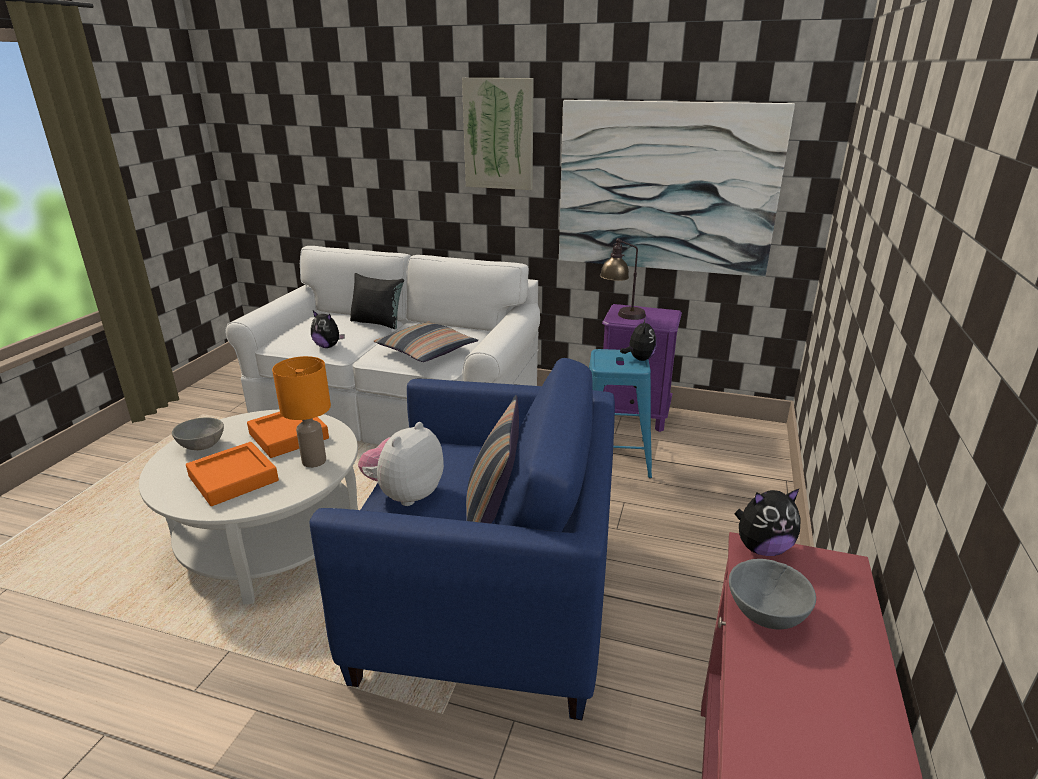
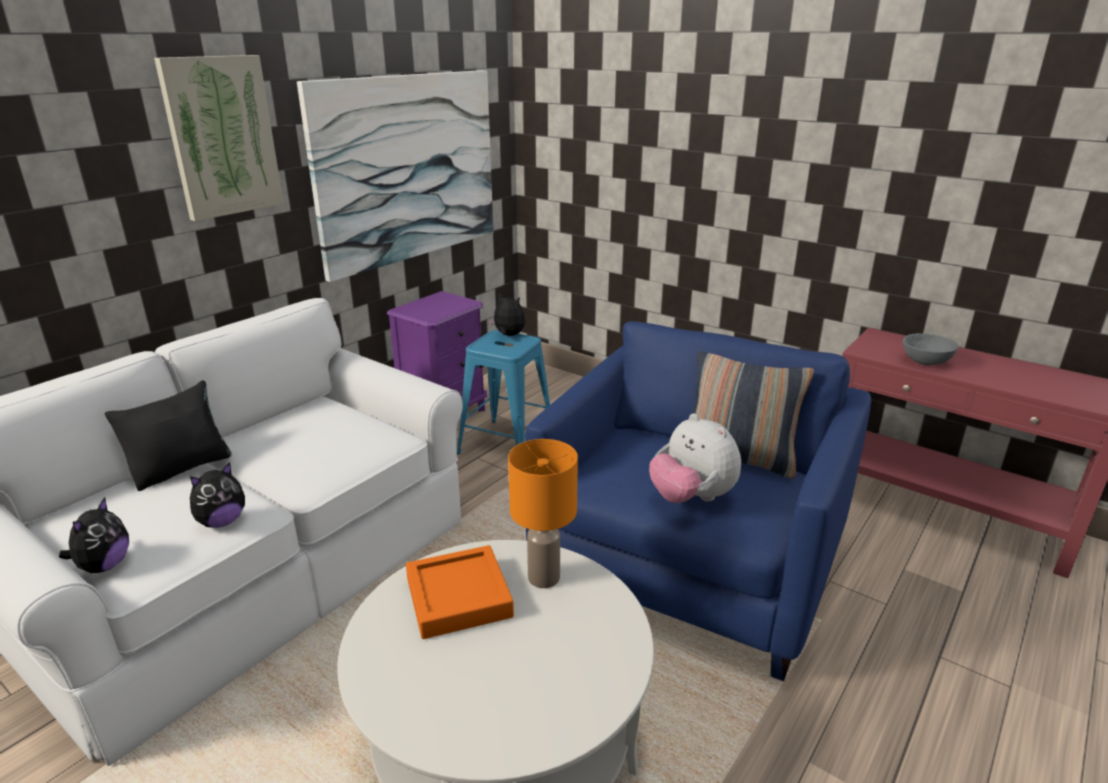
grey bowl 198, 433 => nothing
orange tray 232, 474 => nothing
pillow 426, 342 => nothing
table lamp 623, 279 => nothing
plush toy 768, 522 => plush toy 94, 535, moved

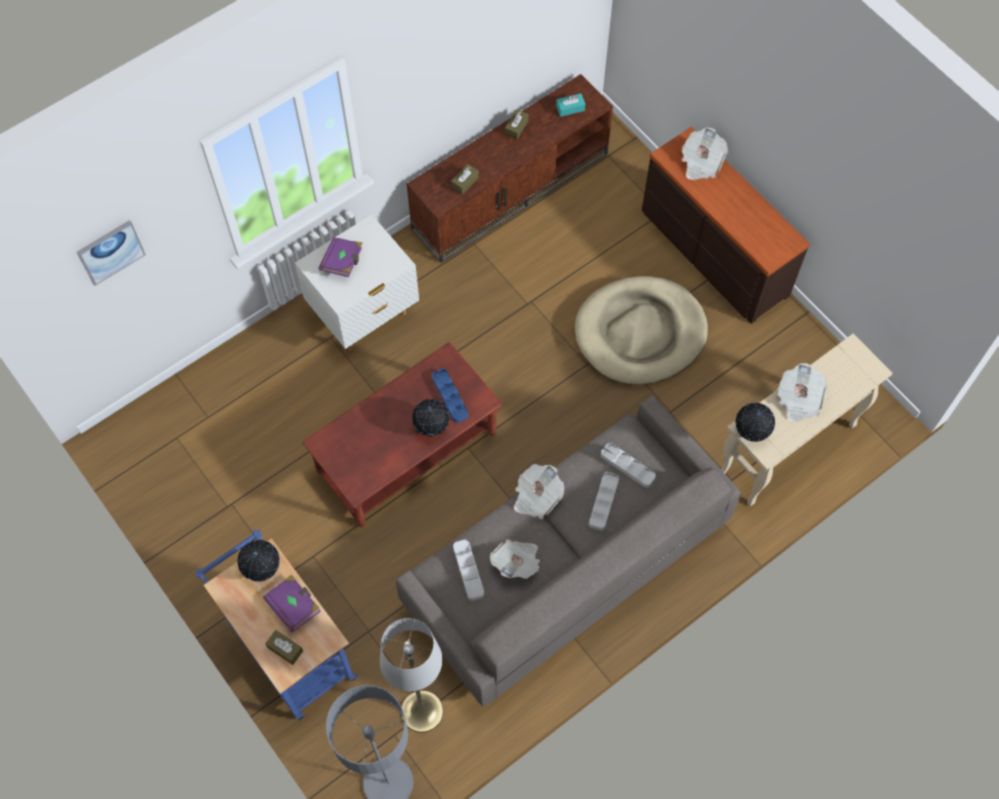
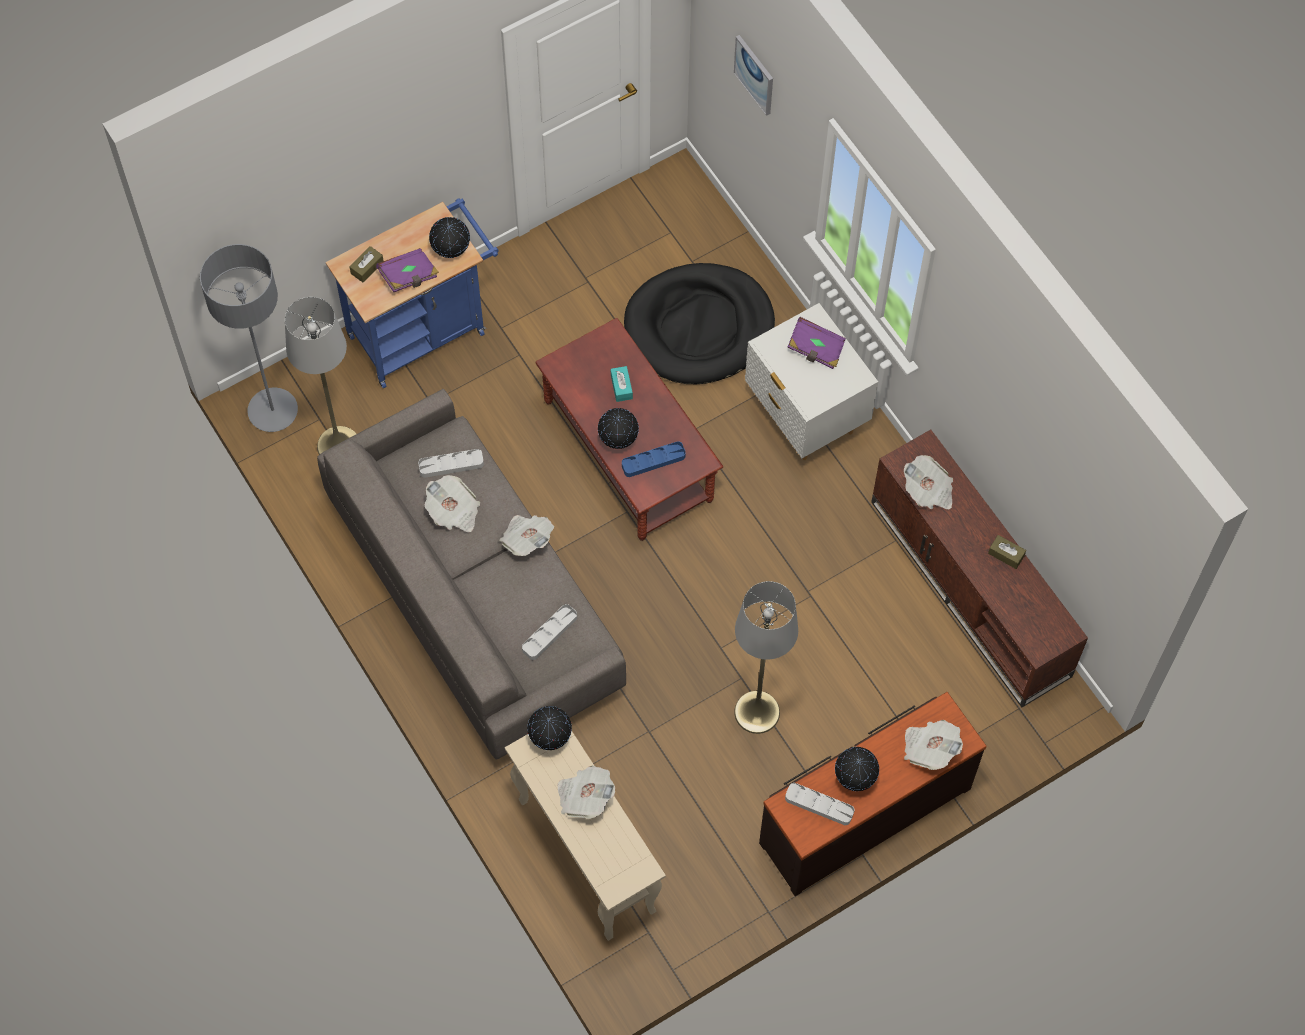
nothing => black dog bed 699, 323
nothing => globe 857, 769
turquoise tissue box 570, 105 => turquoise tissue box 622, 384, moved
grey tray 604, 501 => grey tray 819, 804, moved
brown tissue box 465, 179 => newspaper 928, 482
beige dog bed 641, 330 => grey floor lamp 766, 657

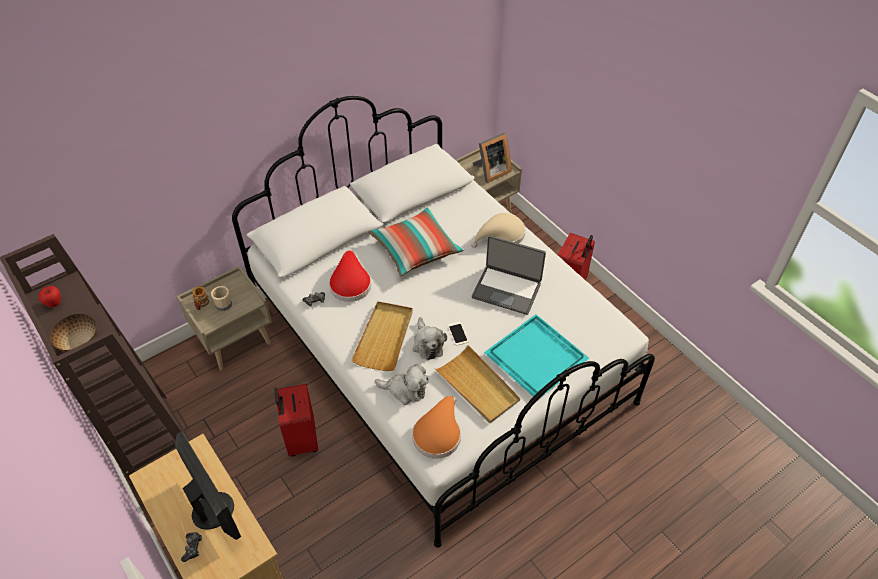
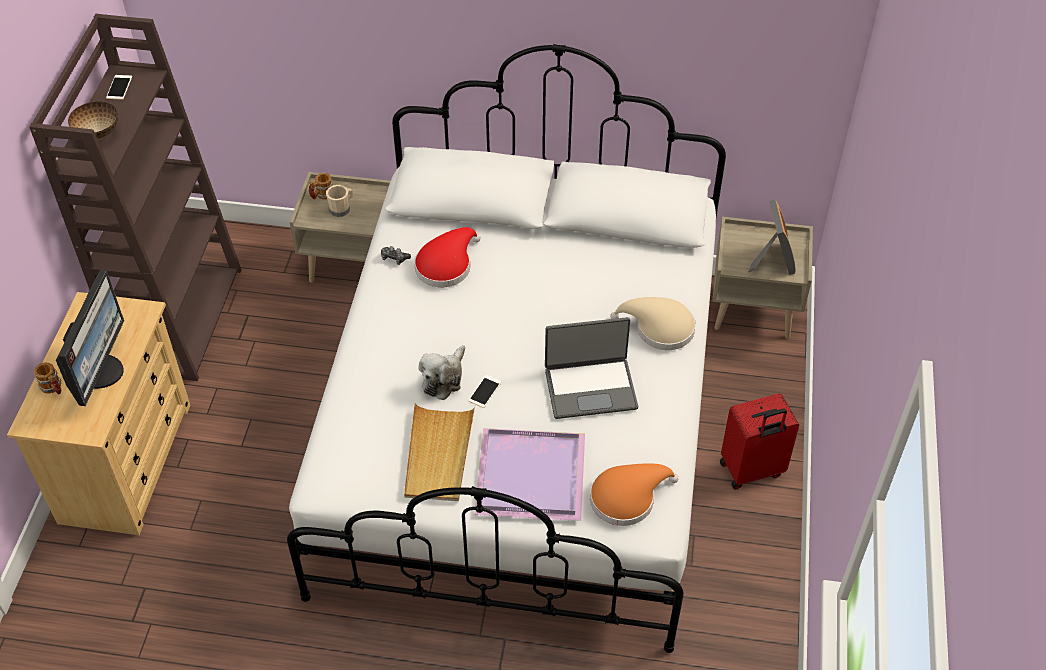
red suitcase 296, 420 => nothing
beige tray 382, 336 => nothing
pillow 416, 241 => nothing
plush toy 401, 384 => nothing
orange hat 436, 427 => orange hat 634, 494, moved
apple 50, 296 => phone 119, 87
game controller 191, 547 => mug 47, 378
turquoise tray 536, 356 => purple tray 529, 474
laptop 509, 275 => laptop 591, 368, 75 degrees counterclockwise
picture frame 492, 158 => picture frame 771, 237, 105 degrees counterclockwise

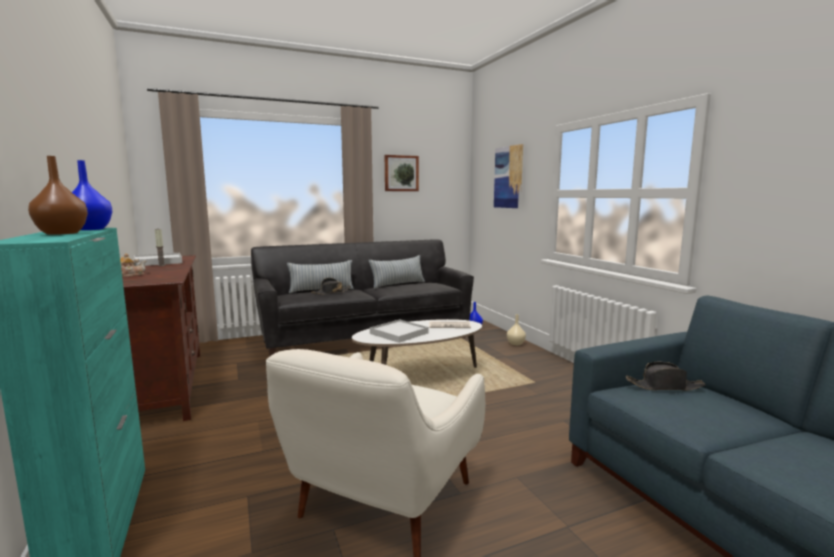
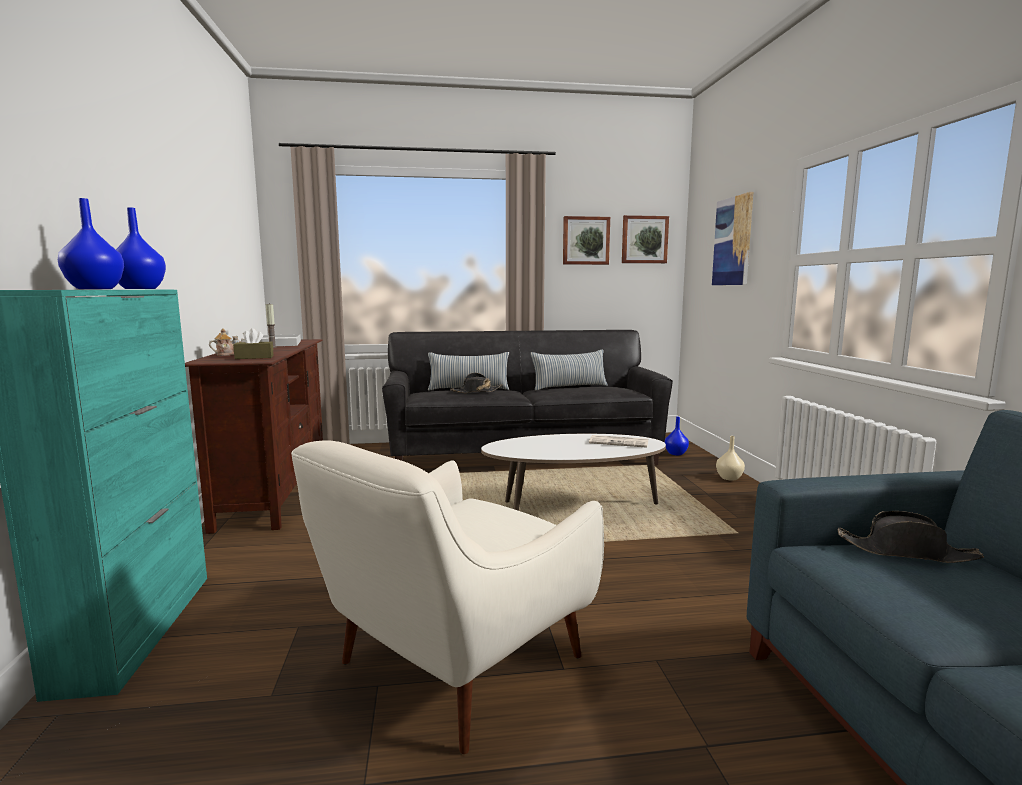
white tray 399, 331 => nothing
nothing => brown tissue box 253, 343
nothing => picture 645, 239
brown vase 58, 195 => blue vase 91, 243

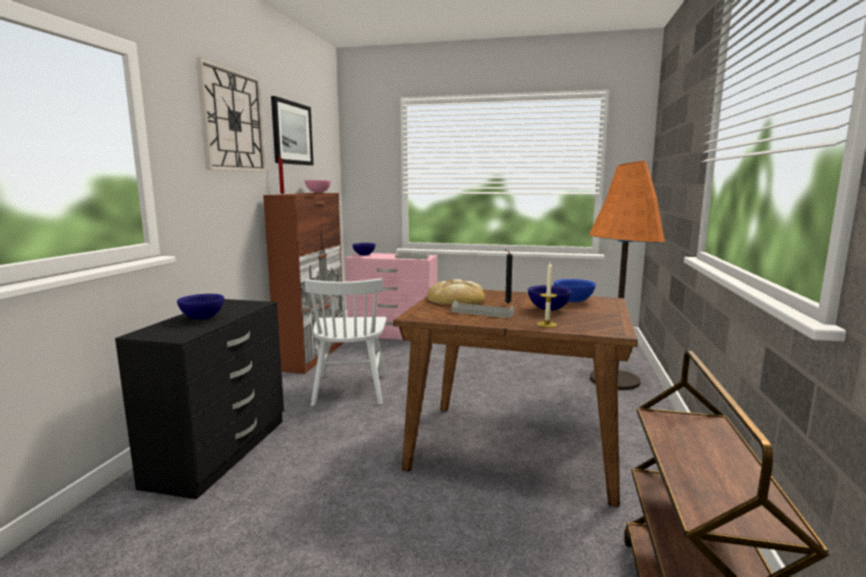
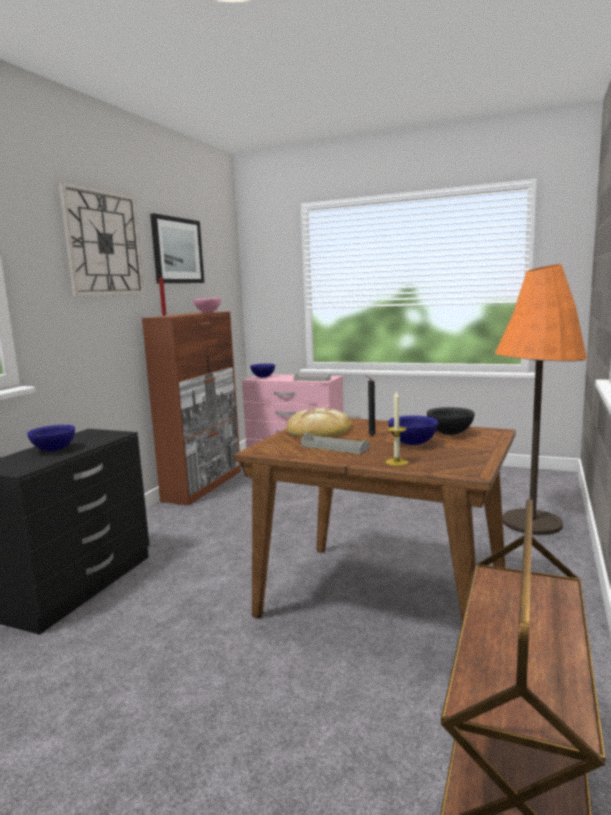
white chair 345, 342 => nothing
blue bowl 575, 291 => black bowl 451, 421

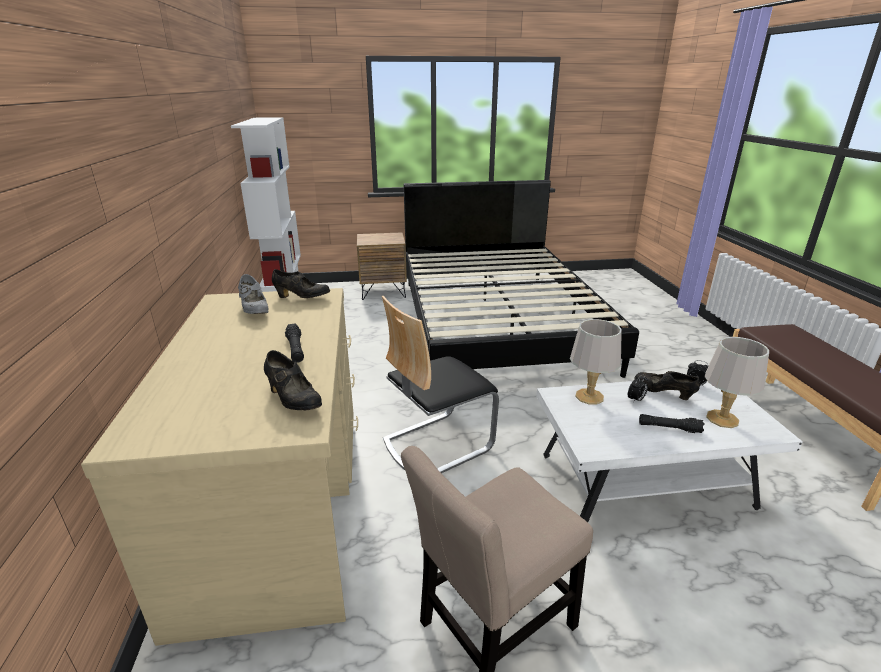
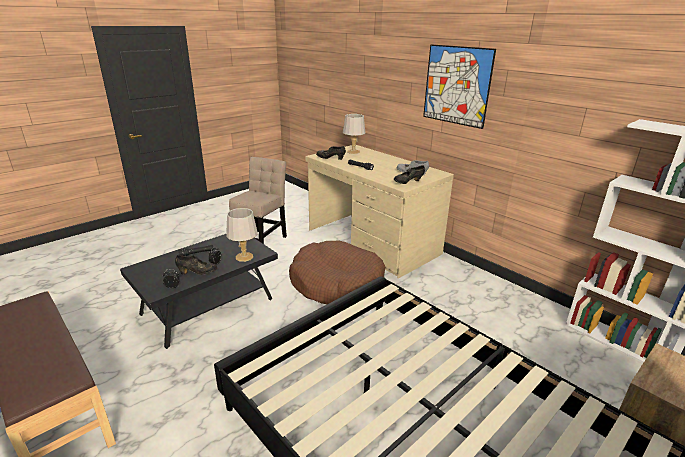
nothing => picture 459, 86
grey table lamp 737, 382 => grey table lamp 354, 134, moved
chair 440, 384 => brown dog bed 337, 272
white coffee table 669, 451 => black coffee table 199, 291

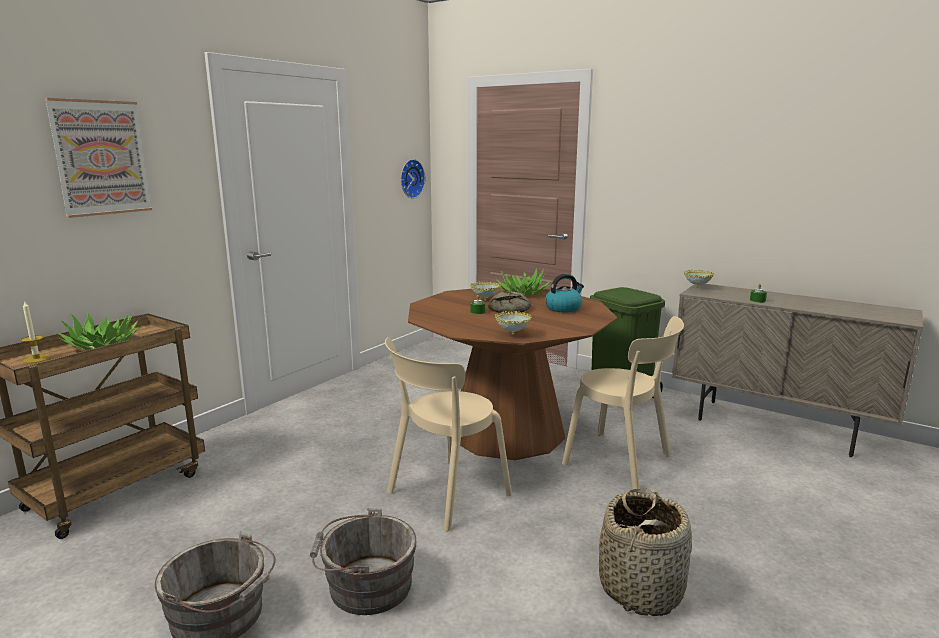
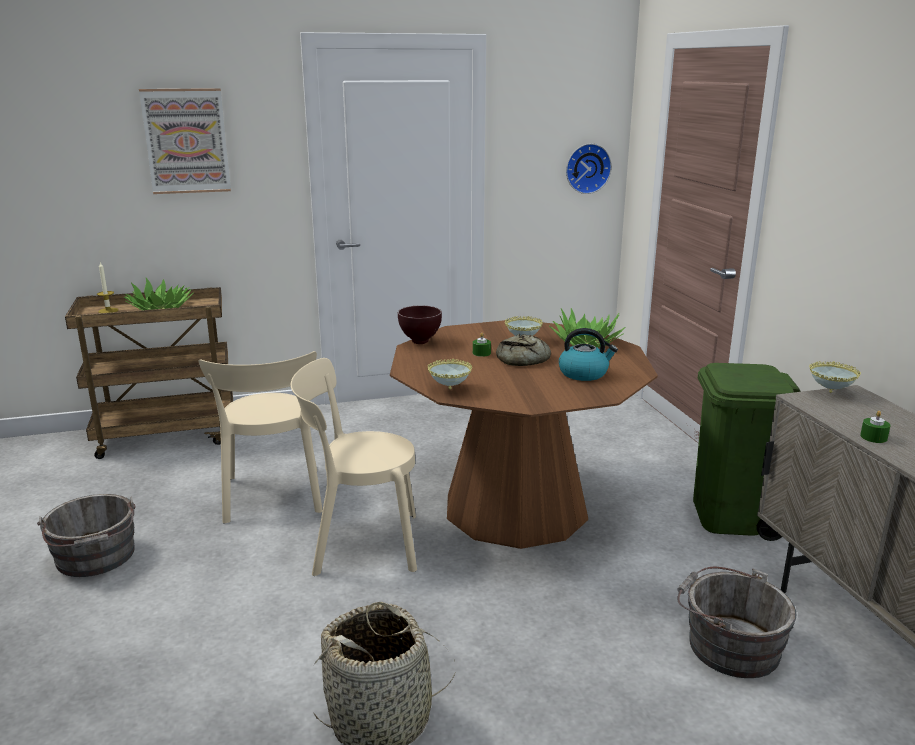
nothing => brown bowl 420, 325
grey bucket 363, 561 => grey bucket 737, 622, moved
beige chair 623, 402 => beige chair 260, 437, moved

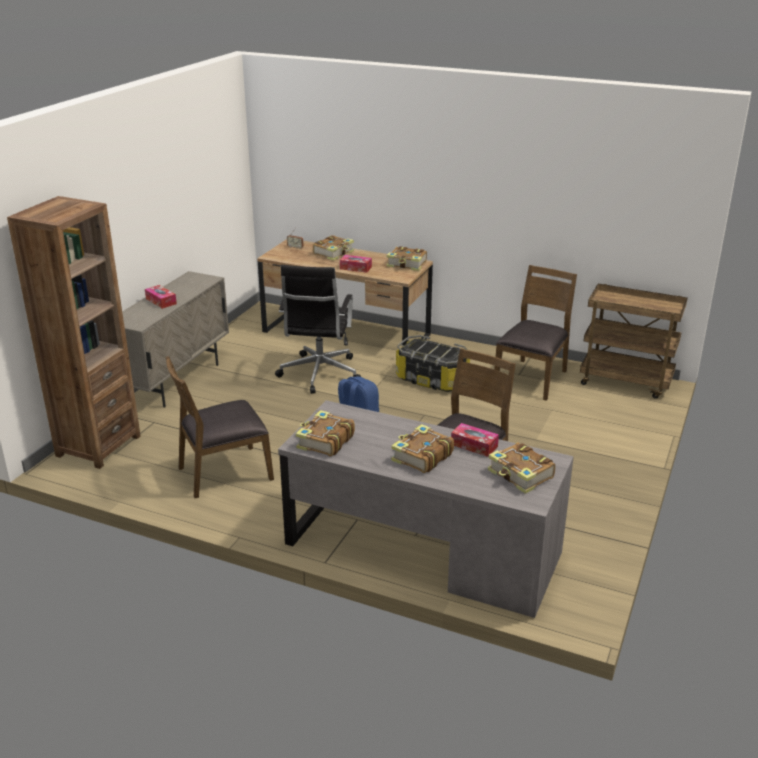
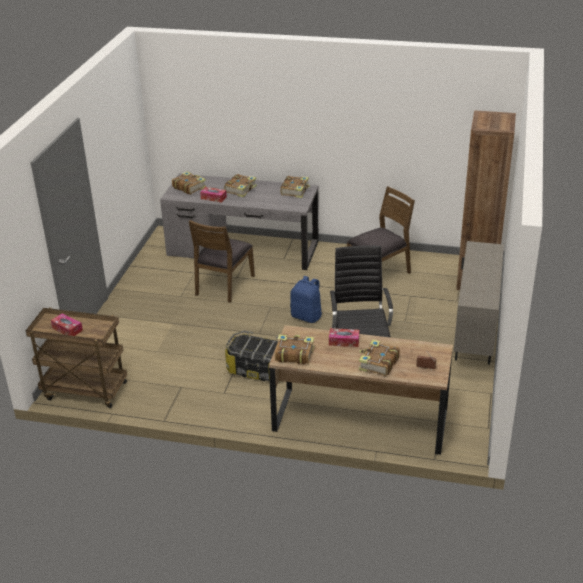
brown chair 535, 333 => nothing
tissue box 161, 297 => tissue box 67, 324, moved

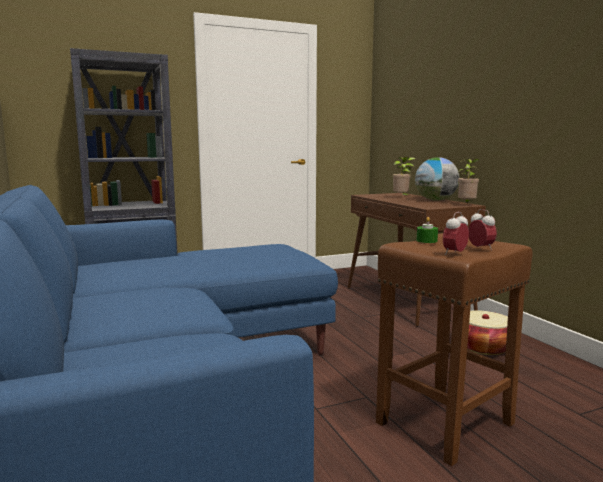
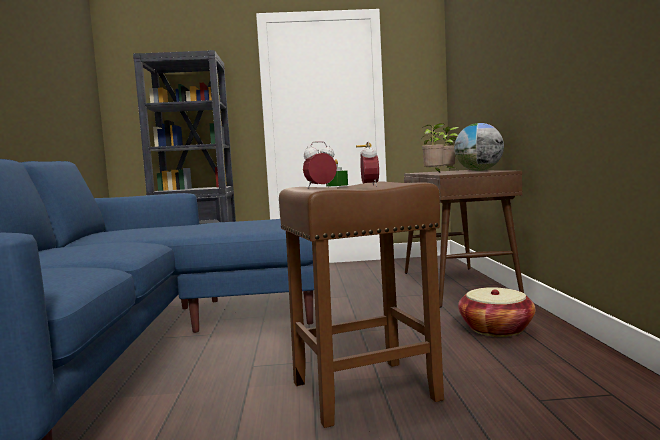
potted plant 468, 181 => potted plant 433, 147, moved

